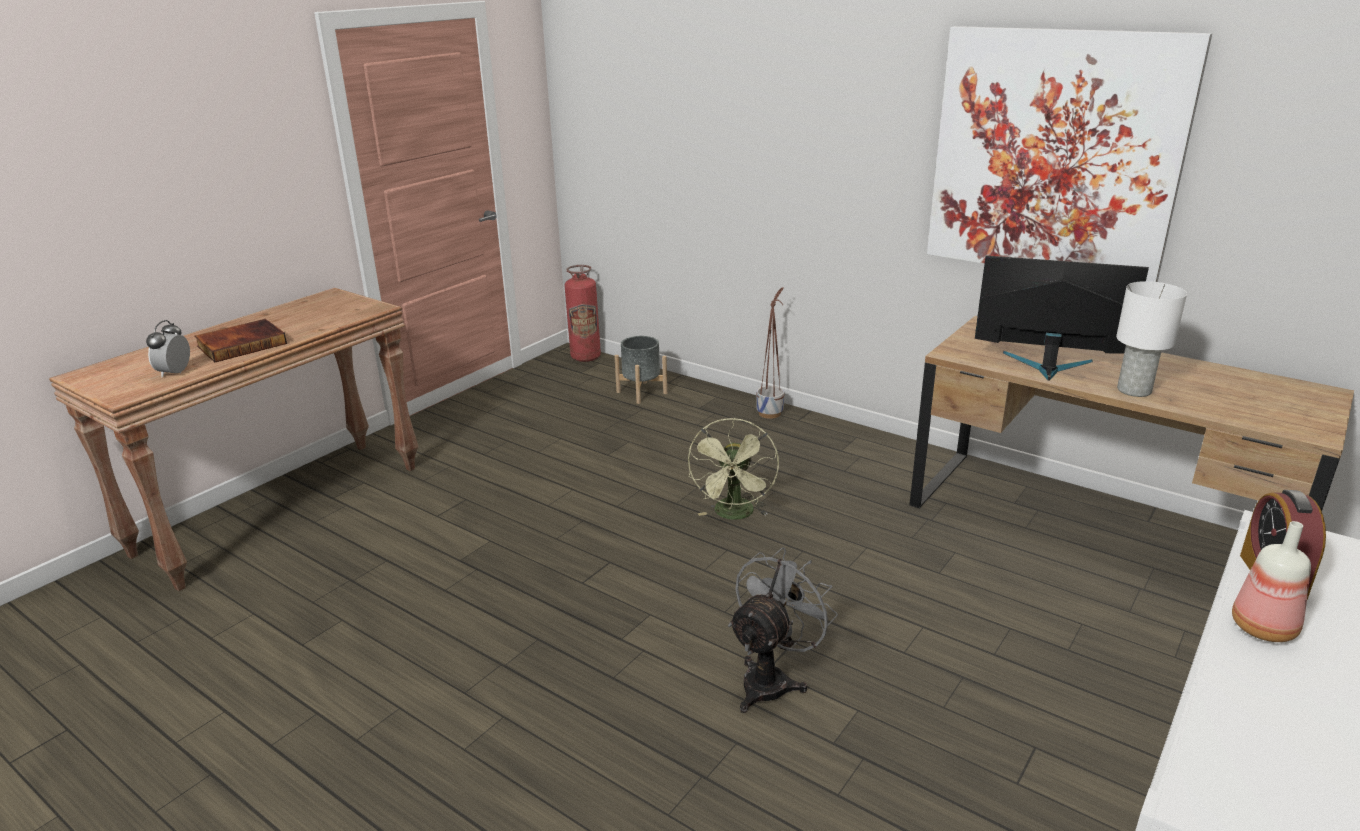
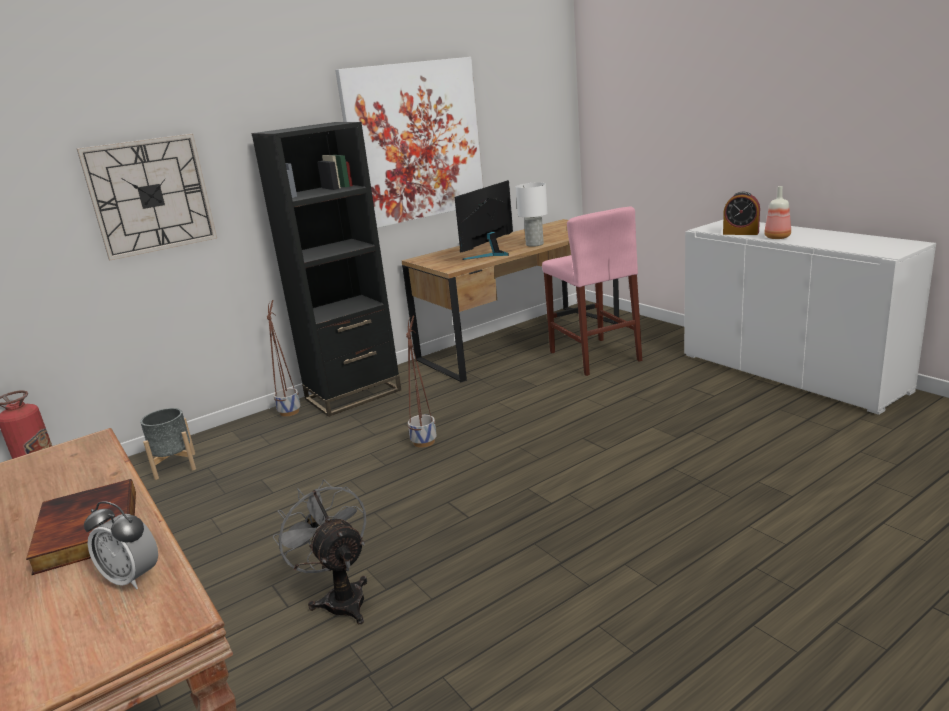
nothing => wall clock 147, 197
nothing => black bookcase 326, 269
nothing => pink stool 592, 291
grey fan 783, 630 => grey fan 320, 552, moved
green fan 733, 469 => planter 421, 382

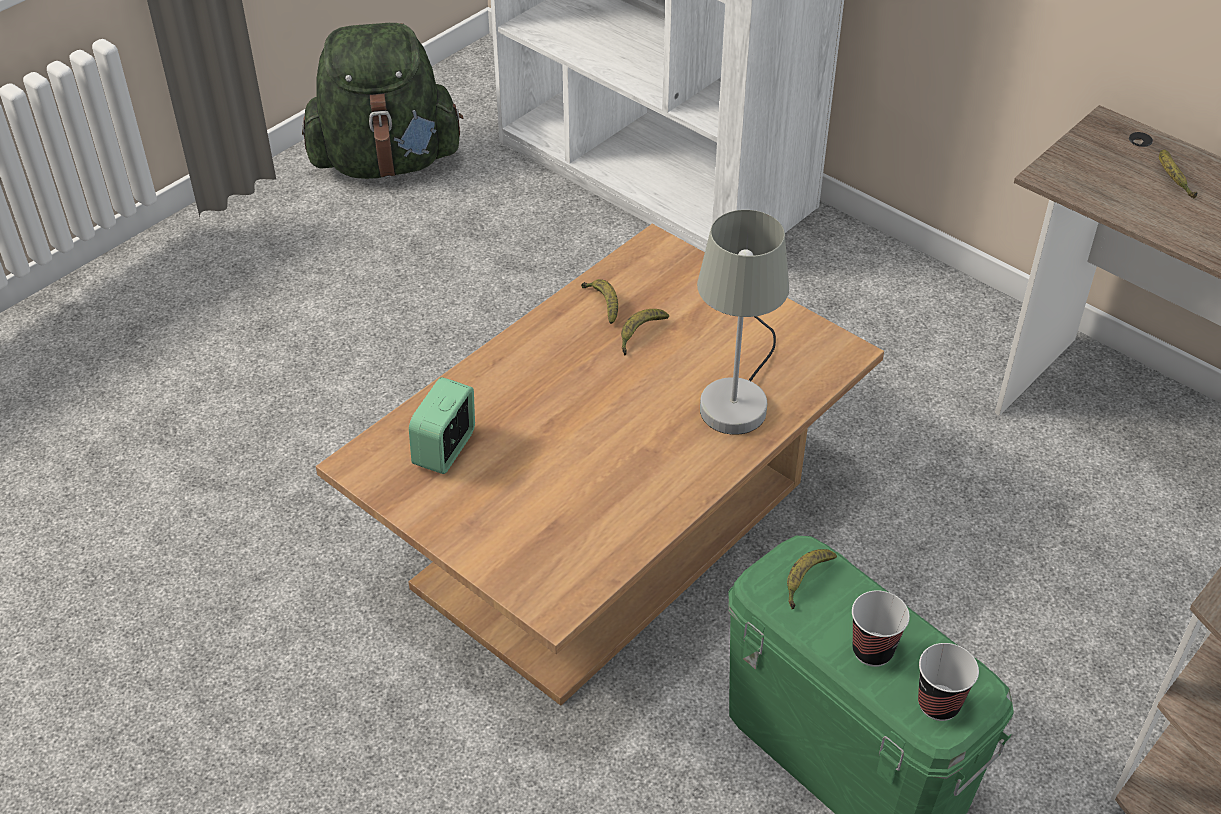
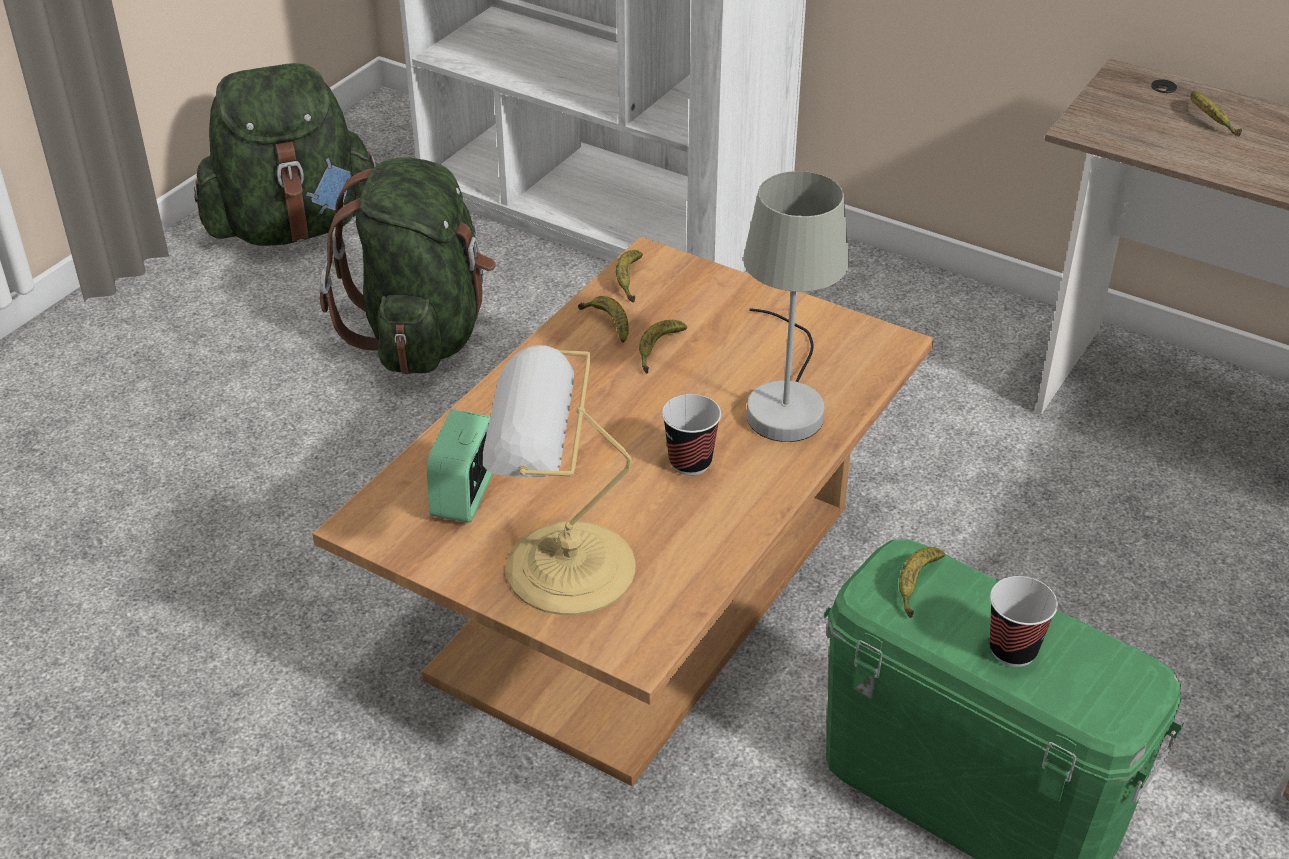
nothing => green backpack 408, 266
nothing => table lamp 559, 480
nothing => banana 629, 276
cup 948, 682 => cup 691, 434, moved

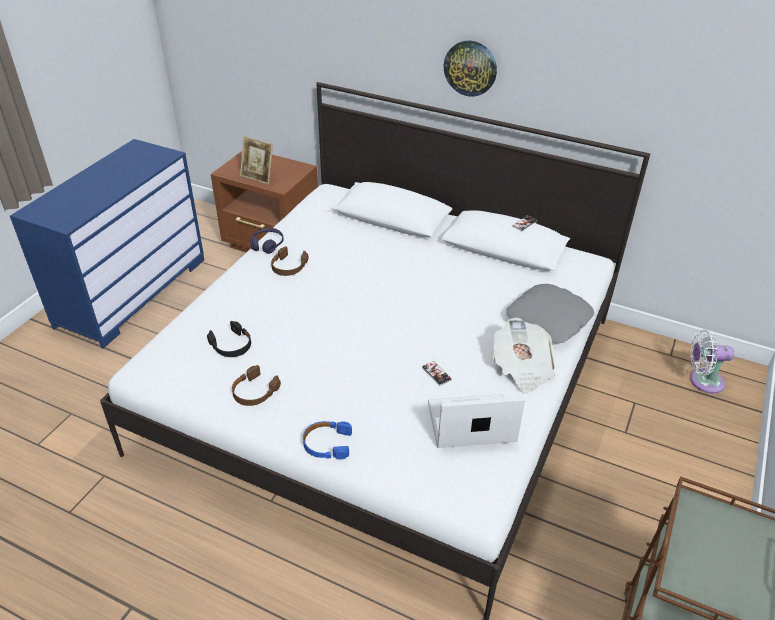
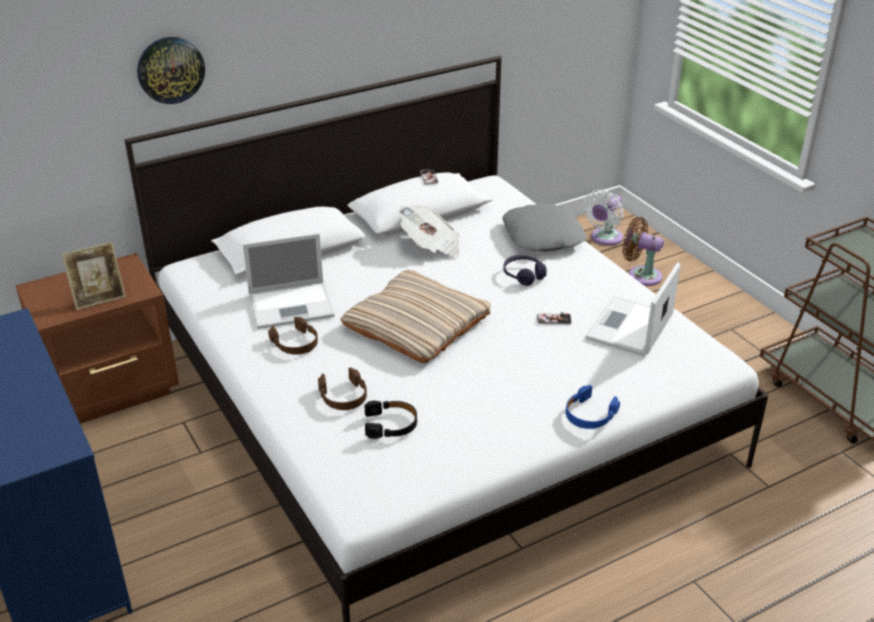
nothing => laptop 289, 281
nothing => beige pillow 416, 316
nothing => brown fan 643, 251
brown headphones 256, 385 => brown headphones 342, 388, moved
purple headphones 267, 241 => purple headphones 525, 270, moved
wall clock 470, 69 => wall clock 171, 70, moved
newspaper 524, 356 => newspaper 429, 231, moved

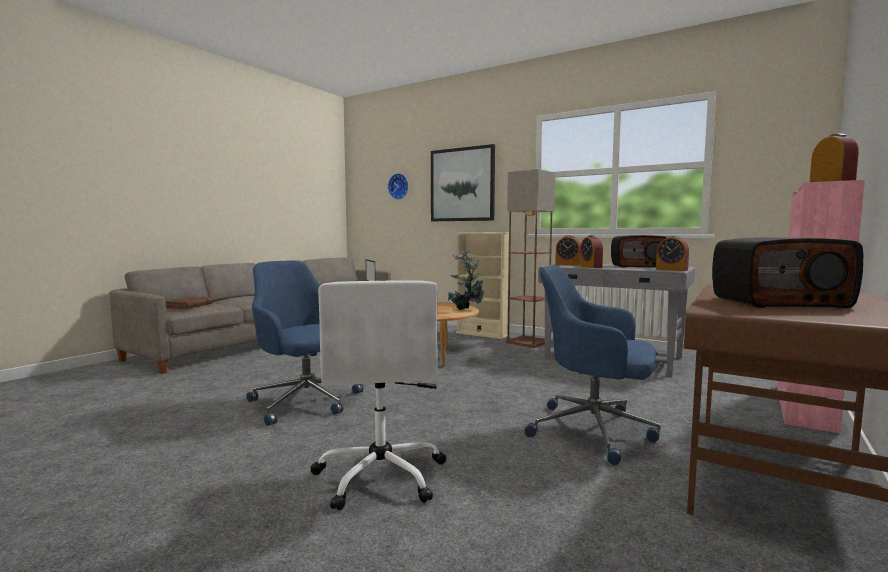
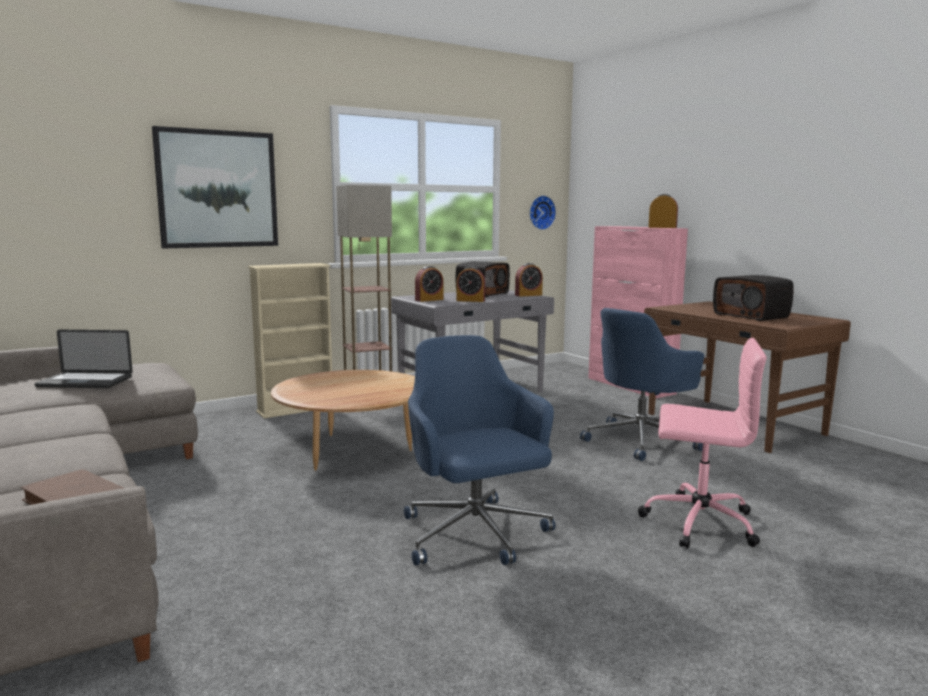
potted plant 465, 279 => nothing
wall clock 398, 186 => wall clock 542, 212, moved
white office chair 378, 395 => pink office chair 702, 443
blue office chair 304, 343 => blue office chair 480, 450, 90 degrees clockwise
radio 787, 272 => radio 753, 298, 120 degrees clockwise

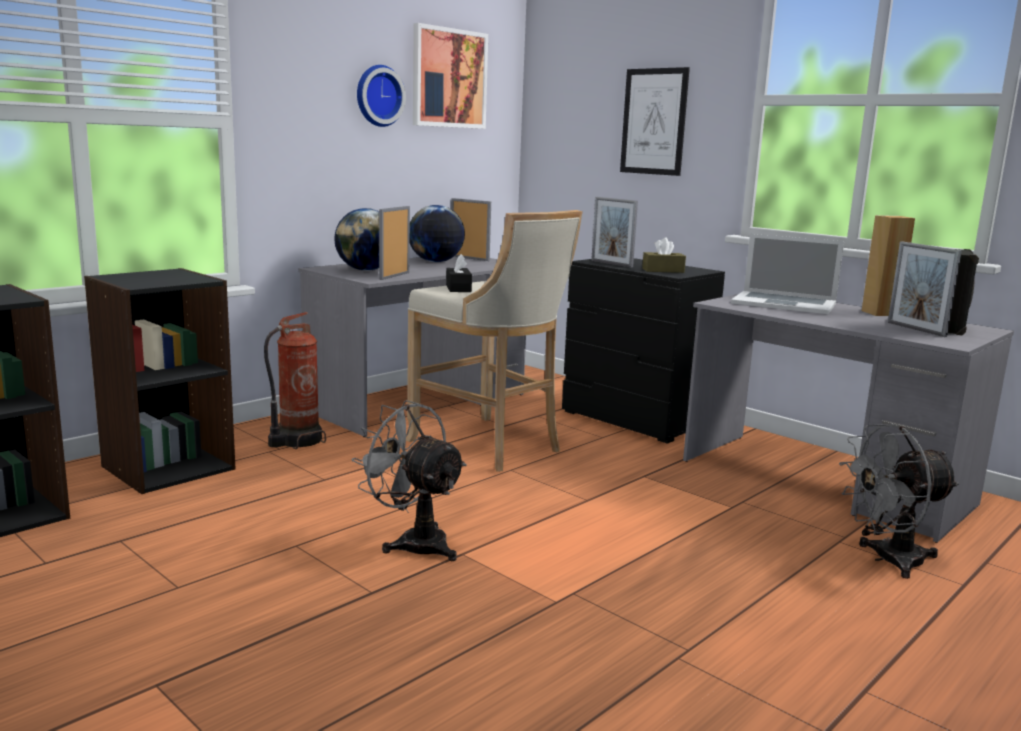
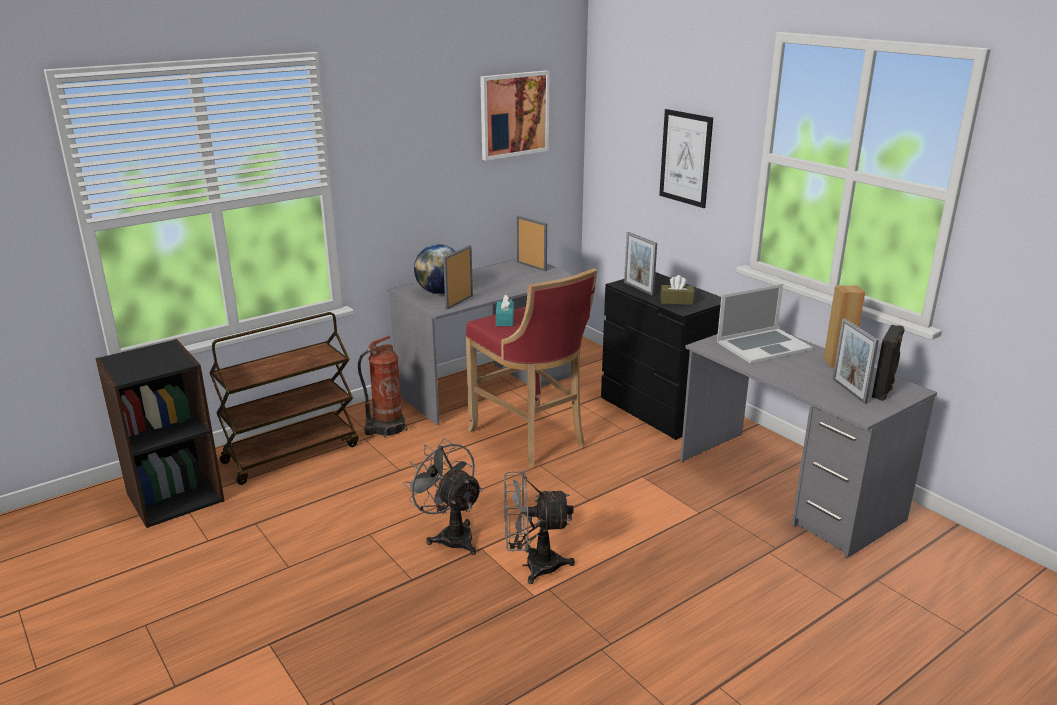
wall clock 381, 96 => nothing
globe 437, 233 => nothing
grey fan 899, 501 => grey fan 539, 527, moved
black bookcase 160, 381 => brown cart 284, 398
beige stool 494, 341 => red stool 531, 367
black tissue box 459, 273 => turquoise tissue box 505, 310
laptop 787, 274 => laptop 765, 324, 60 degrees counterclockwise

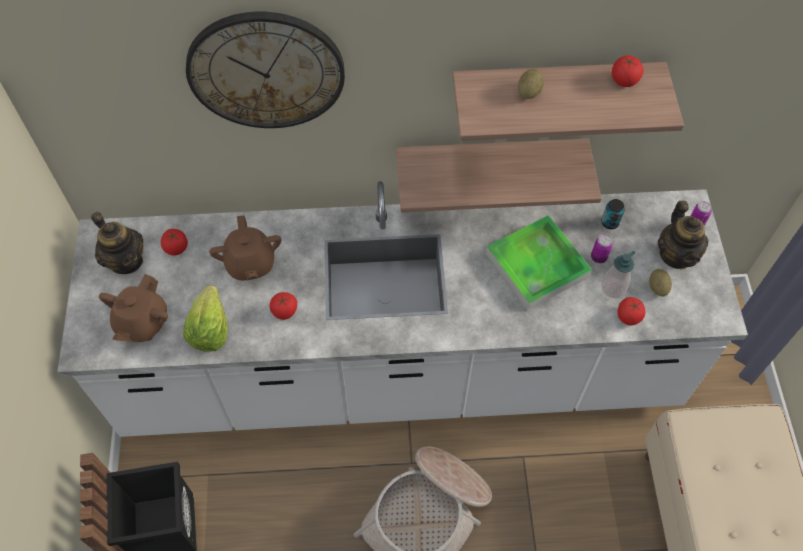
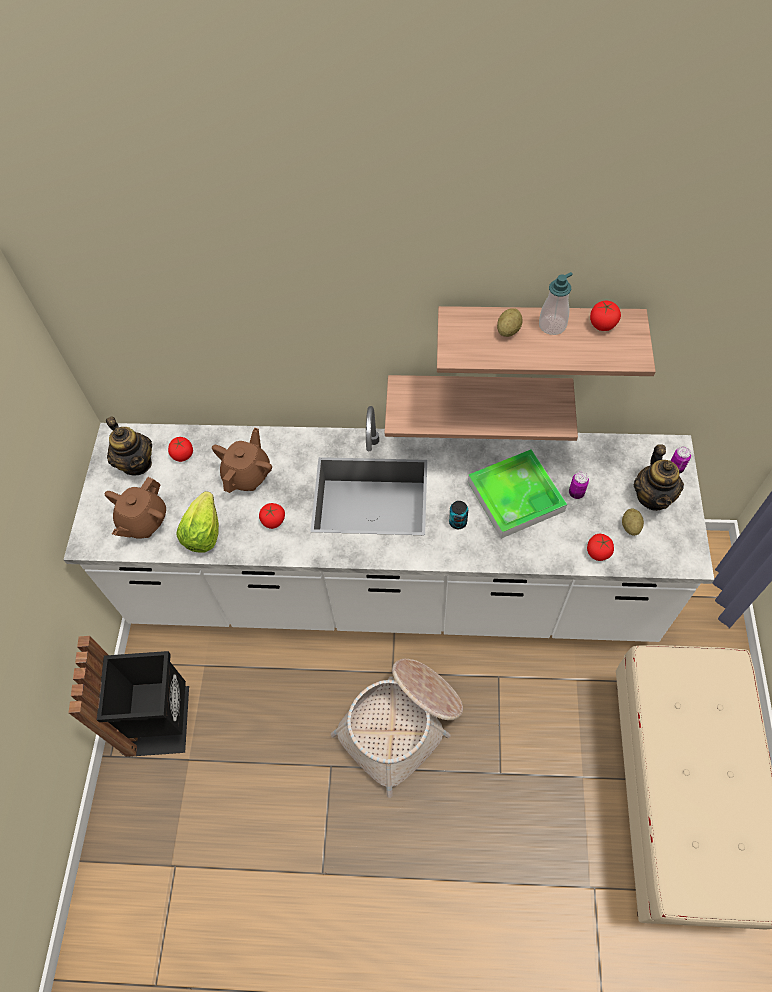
wall clock 265, 70 => nothing
can 613, 214 => can 458, 515, moved
soap dispenser 618, 274 => soap dispenser 556, 303, moved
brown teapot 245, 248 => brown teapot 242, 460, 150 degrees counterclockwise

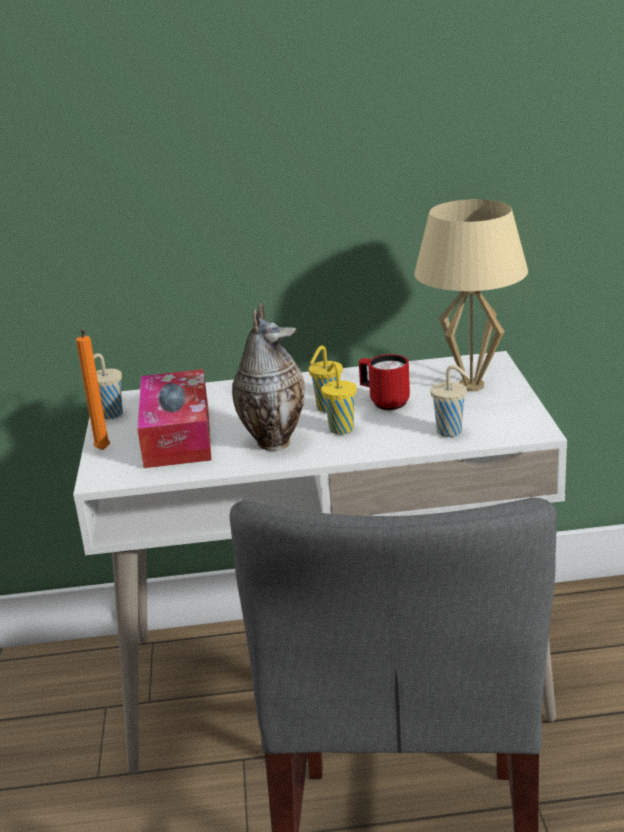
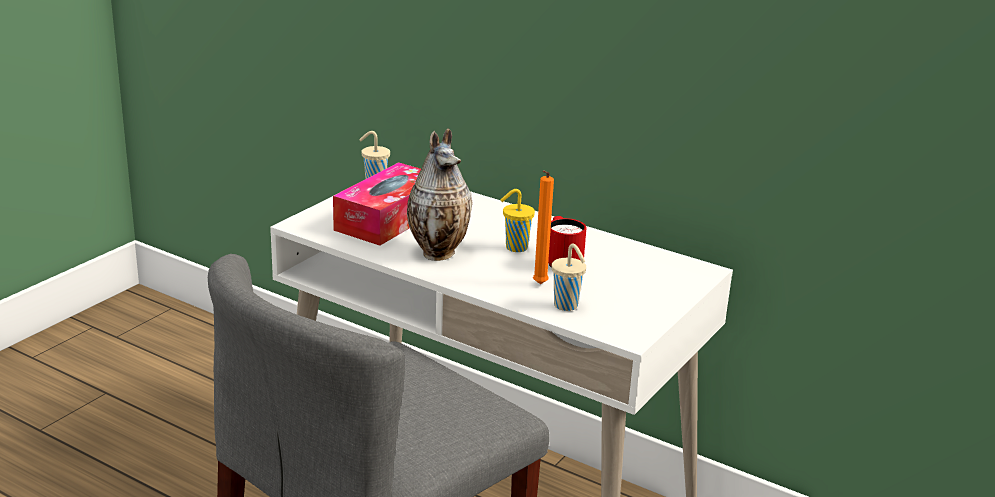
yellow cup 339, 398 => nothing
beige table lamp 471, 295 => nothing
orange candle 93, 390 => orange candle 543, 227, moved

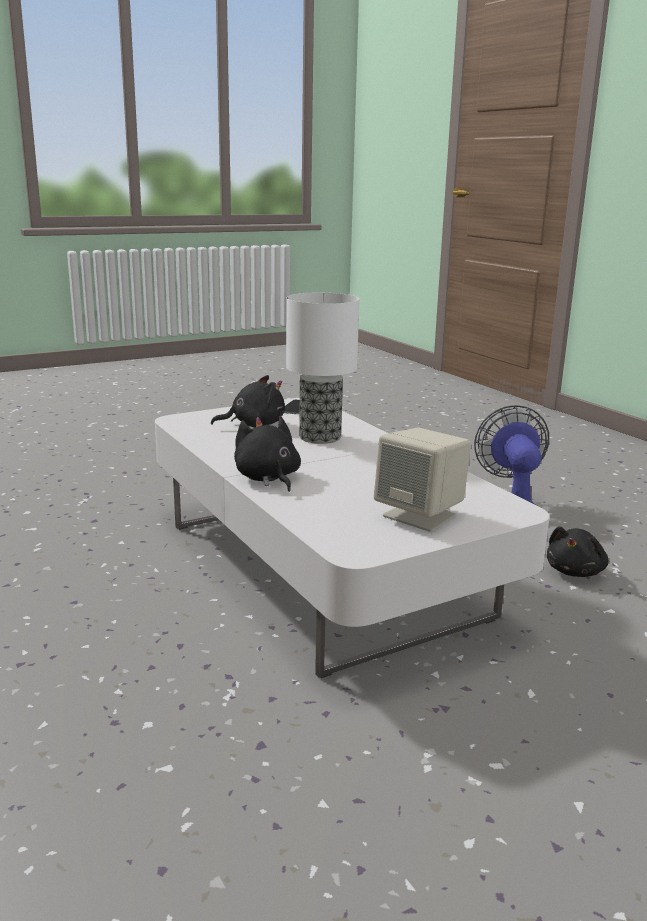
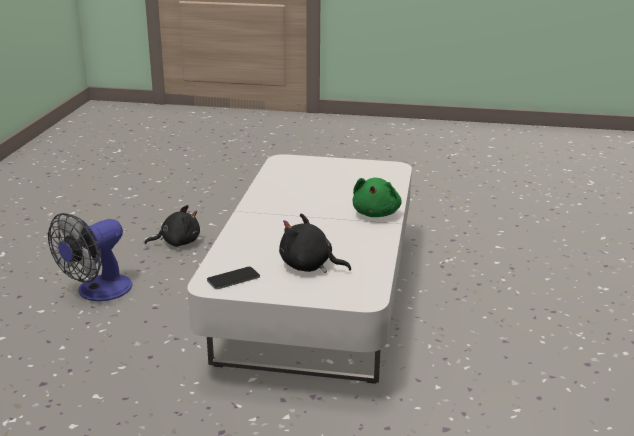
table lamp 322, 368 => nothing
beige speaker 422, 480 => nothing
black plush toy 267, 454 => green plush toy 377, 197

